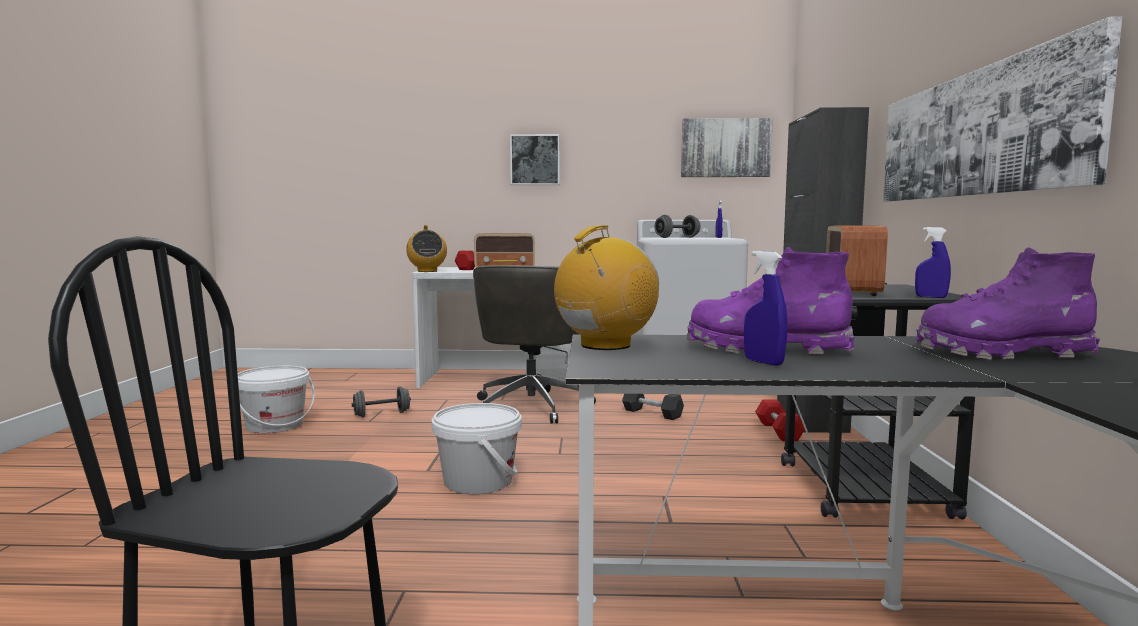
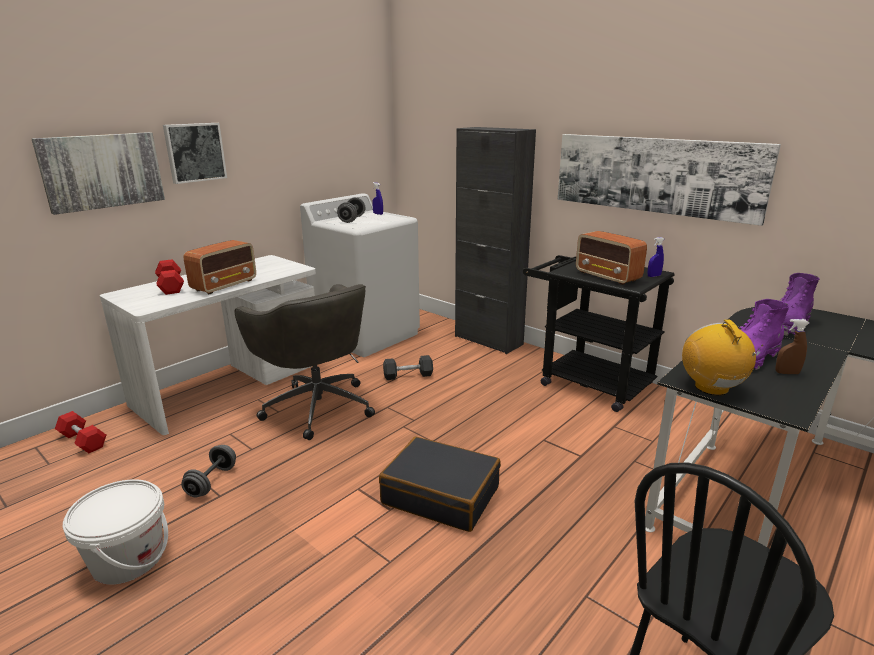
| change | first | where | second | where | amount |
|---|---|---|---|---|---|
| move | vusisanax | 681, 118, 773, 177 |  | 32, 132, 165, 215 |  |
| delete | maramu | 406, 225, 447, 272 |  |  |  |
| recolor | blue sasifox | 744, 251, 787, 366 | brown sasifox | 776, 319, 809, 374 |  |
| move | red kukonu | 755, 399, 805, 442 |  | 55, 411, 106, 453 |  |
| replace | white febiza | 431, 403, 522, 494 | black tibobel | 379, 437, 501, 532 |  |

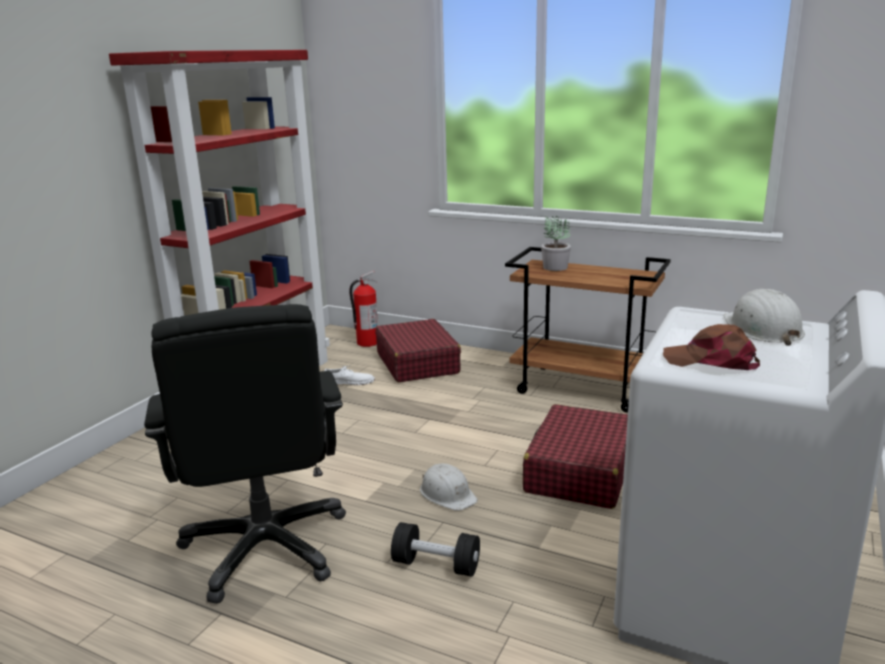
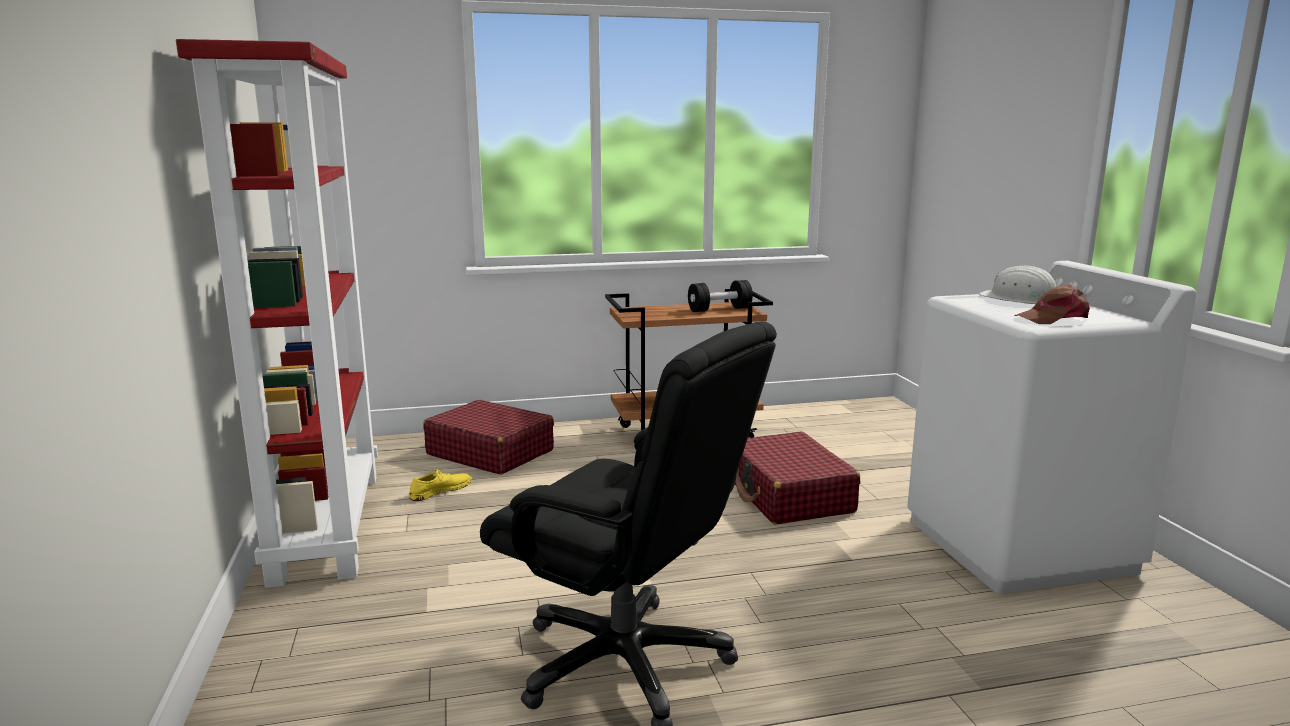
| change | first | where | second | where | amount |
|---|---|---|---|---|---|
| delete | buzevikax | 541, 216, 571, 271 |  |  |  |
| delete | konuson | 349, 271, 378, 347 |  |  |  |
| recolor | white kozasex | 324, 366, 375, 385 | yellow kozasex | 409, 468, 472, 501 |  |
| delete | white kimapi | 420, 463, 478, 511 |  |  |  |
| move | black kukonu | 391, 522, 480, 577 |  | 688, 280, 753, 312 |  |

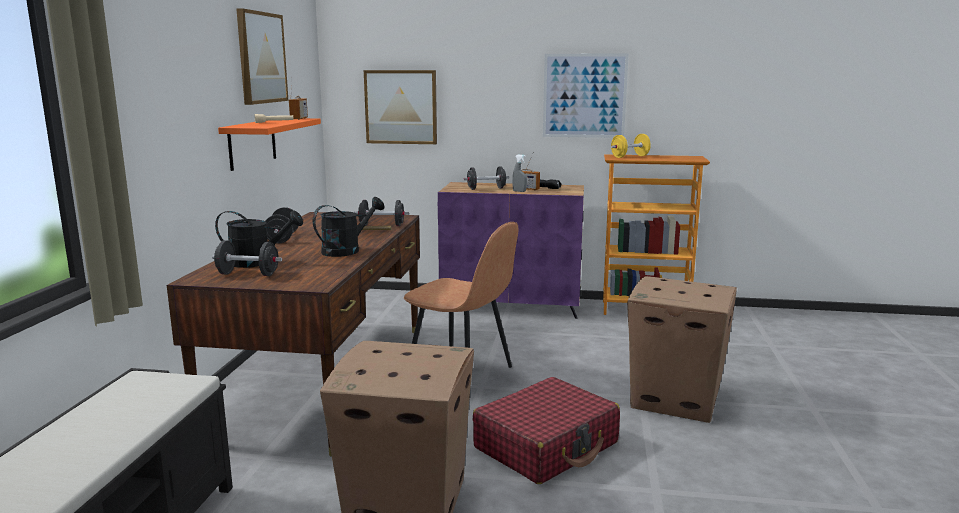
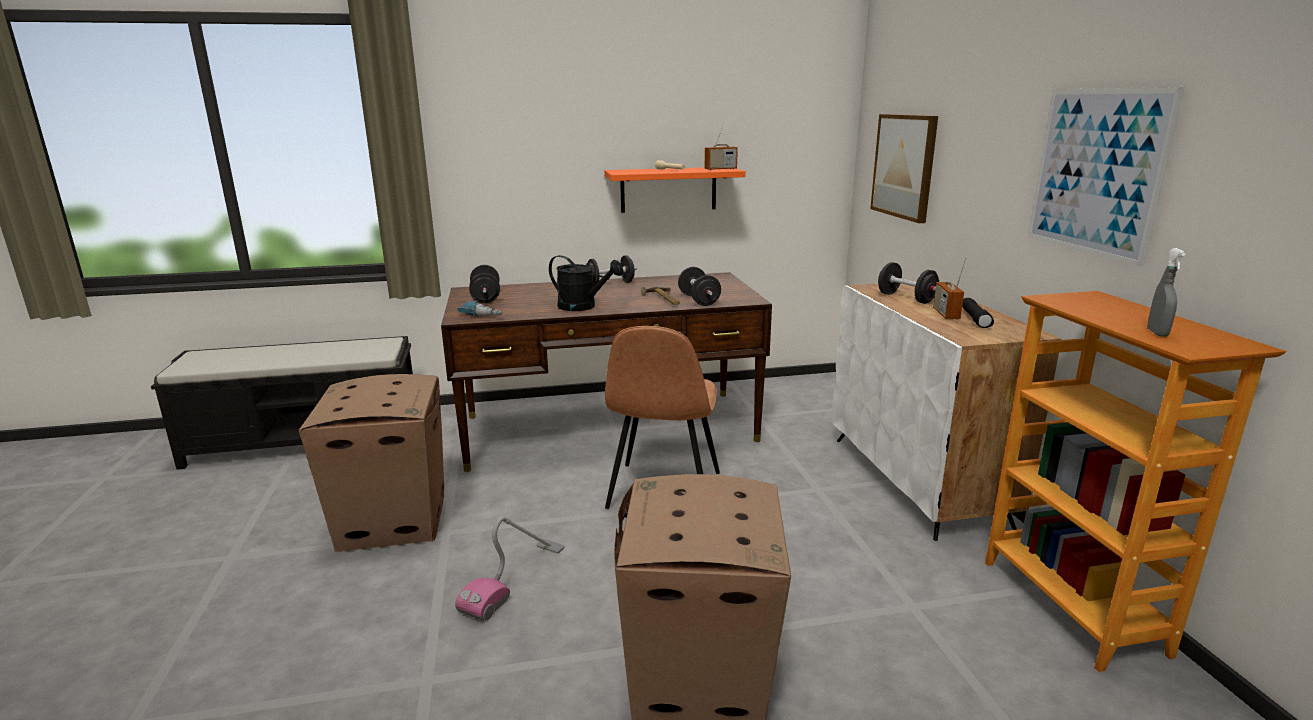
| change | first | where | second | where | amount |
|---|---|---|---|---|---|
| delete | vusisanax | 236, 8, 289, 105 |  |  |  |
| delete | yellow kukonu | 611, 134, 651, 158 |  |  |  |
| move | grey sasifox | 512, 155, 527, 192 |  | 1147, 248, 1185, 337 |  |
| recolor | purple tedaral | 438, 182, 584, 319 | white tedaral | 832, 281, 1061, 541 |  |
| delete | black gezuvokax | 215, 210, 303, 268 |  |  |  |
| replace | red tibobel | 473, 377, 620, 484 | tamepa | 455, 516, 564, 621 |  |
| insert |  |  | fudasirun | 457, 301, 503, 316 |  |

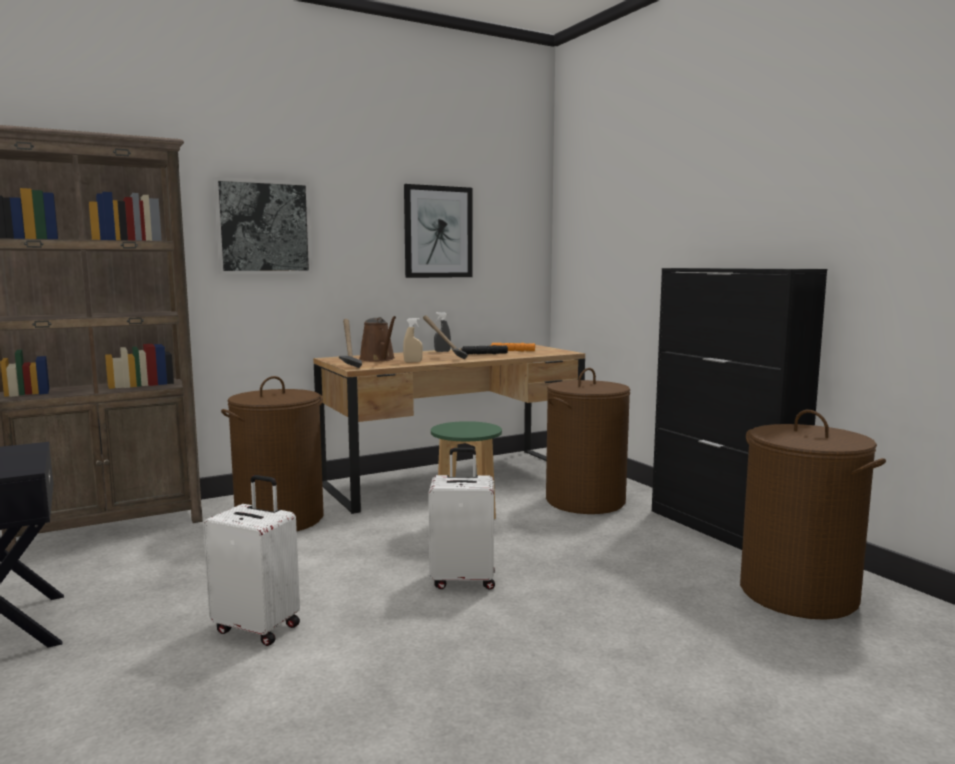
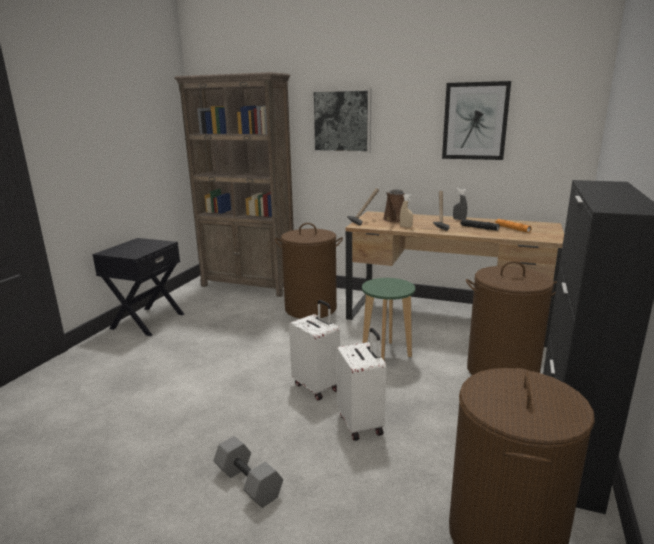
| change | first | where | second | where | amount |
|---|---|---|---|---|---|
| move | white tibobel | 203, 475, 300, 646 |  | 336, 328, 386, 441 |  |
| insert |  |  | grey kukonu | 213, 436, 283, 508 |  |

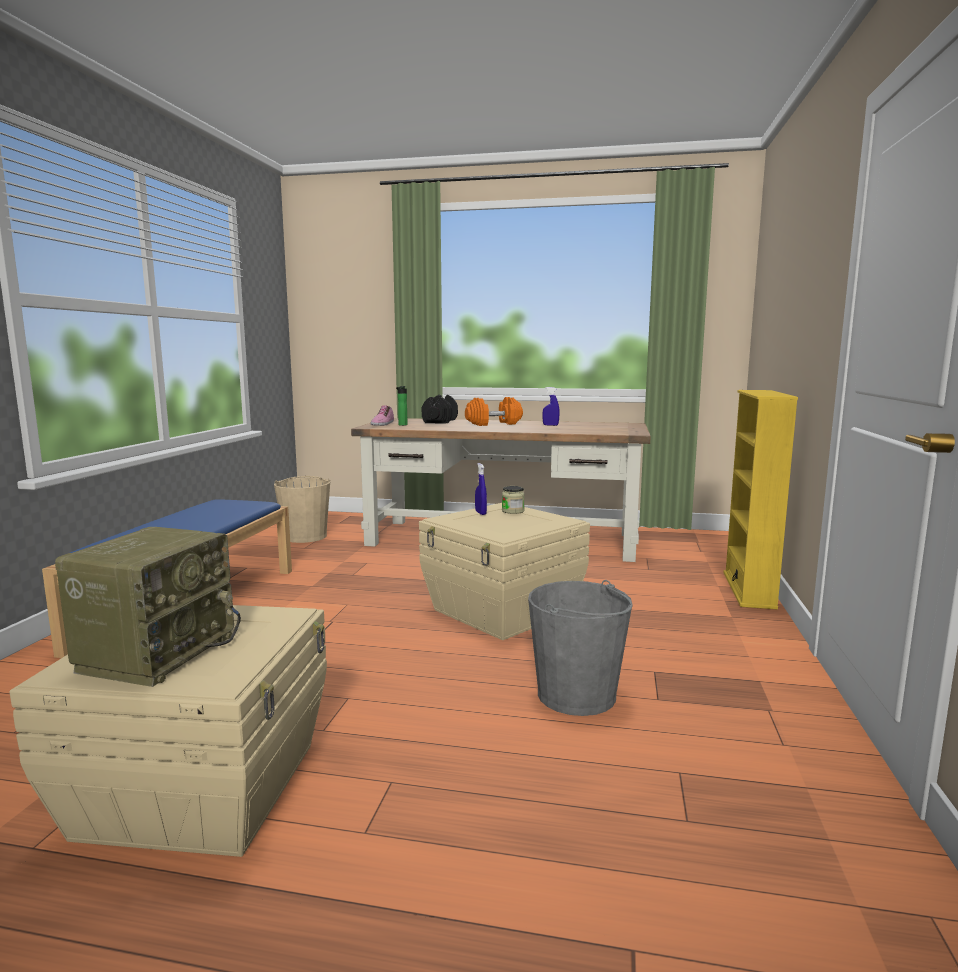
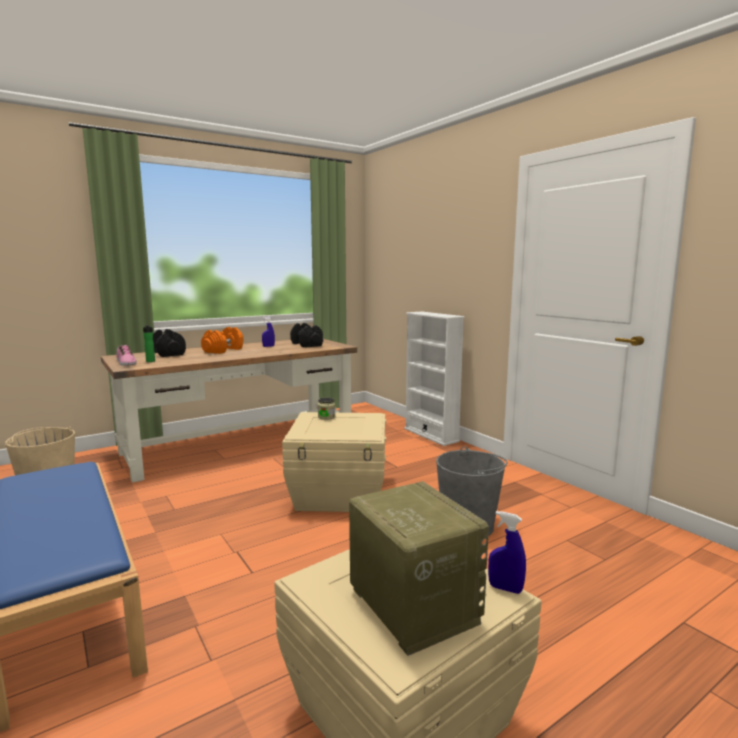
| change | first | where | second | where | amount |
|---|---|---|---|---|---|
| recolor | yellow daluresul | 723, 390, 798, 609 | white daluresul | 404, 311, 465, 446 |  |
| move | blue sasifox | 475, 463, 487, 515 |  | 488, 511, 526, 594 |  |
| insert |  |  | black kukonu | 290, 323, 323, 347 |  |

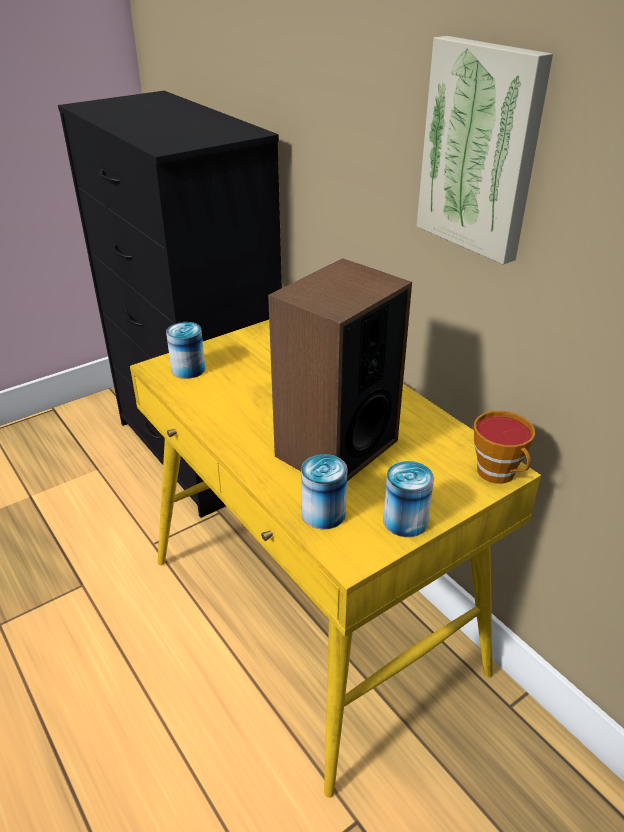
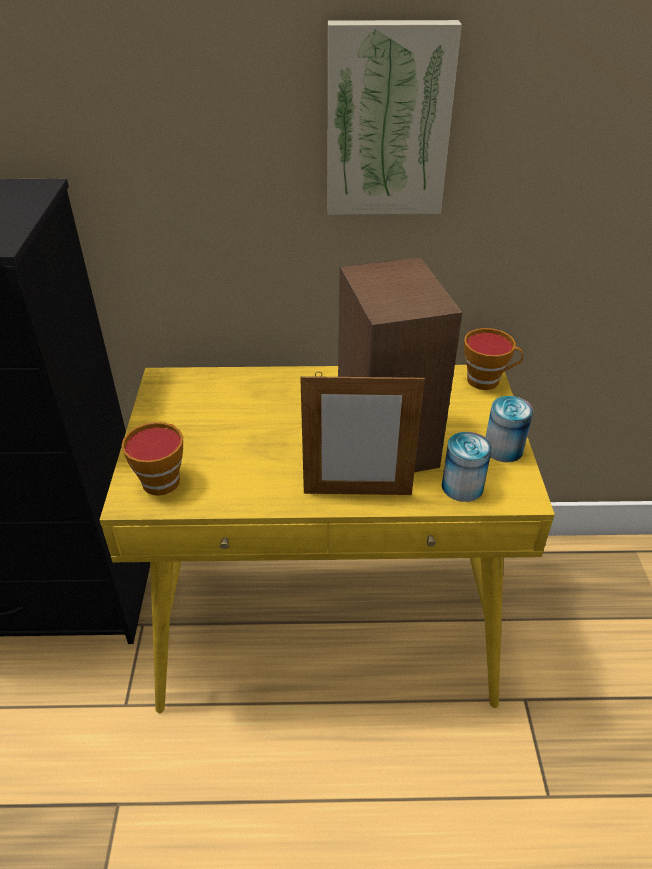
| change | first | where | second | where | amount |
|---|---|---|---|---|---|
| replace | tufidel | 166, 322, 205, 379 | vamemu | 121, 422, 183, 496 |  |
| insert |  |  | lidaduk | 300, 372, 425, 495 |  |

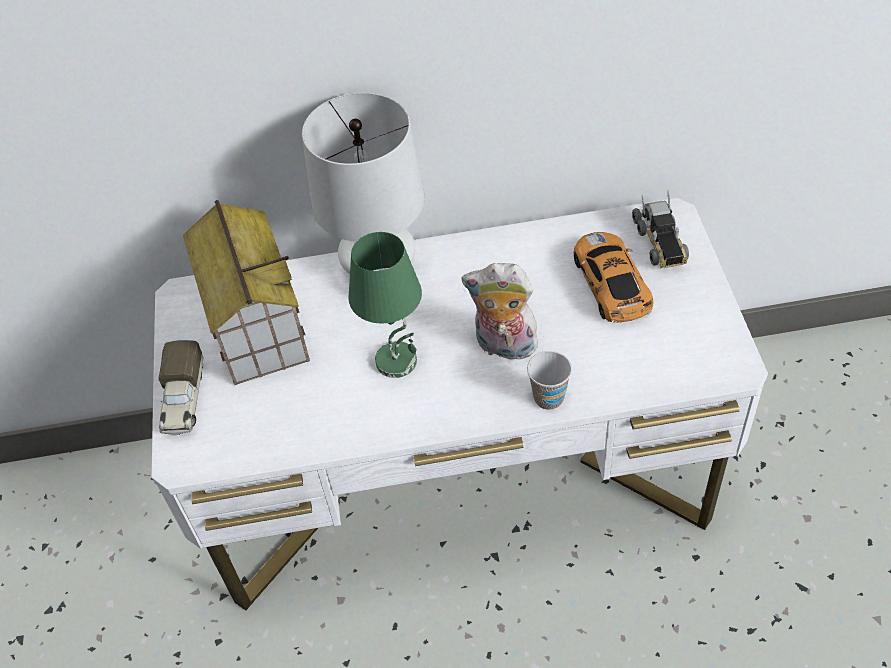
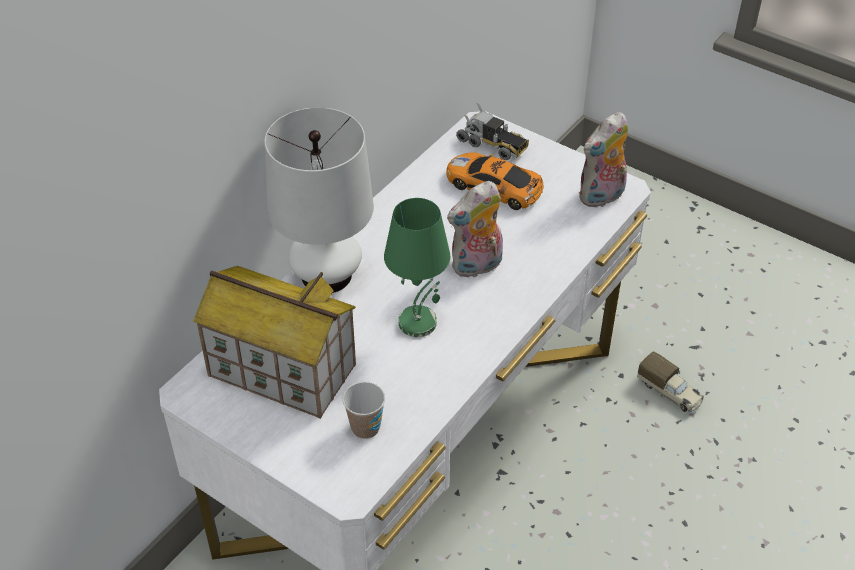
| change | first | where | second | where | amount |
|---|---|---|---|---|---|
| move | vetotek | 158, 340, 204, 435 |  | 637, 351, 704, 412 |  |
| move | vamemu | 527, 351, 572, 410 |  | 343, 382, 385, 439 |  |
| insert |  |  | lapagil | 579, 112, 628, 208 |  |

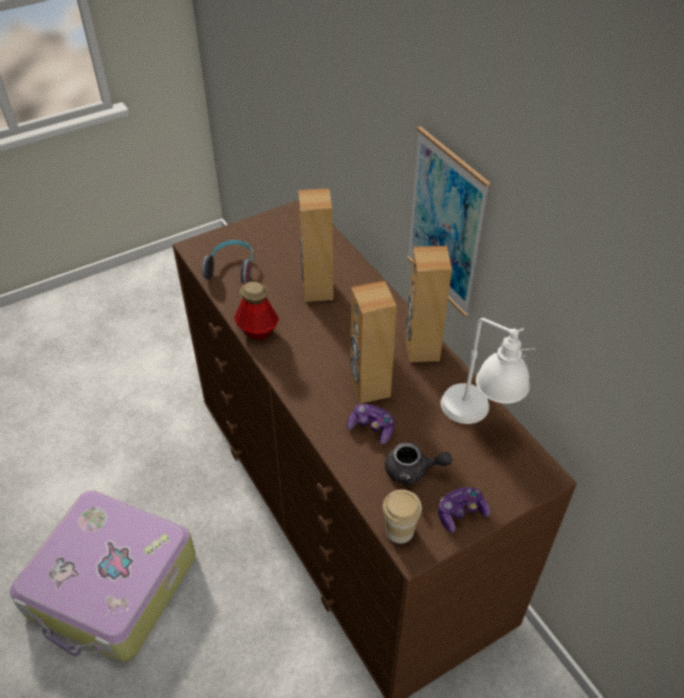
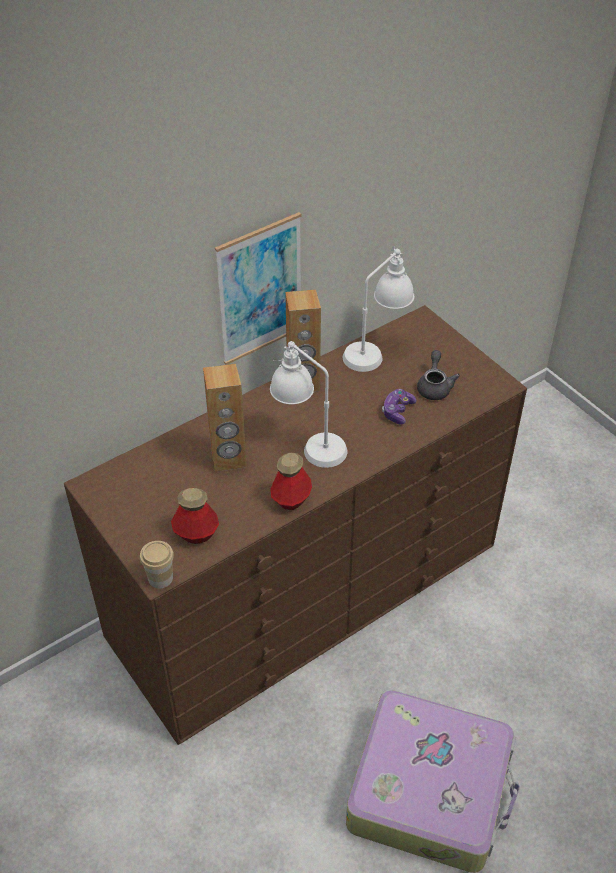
| change | first | where | second | where | amount |
|---|---|---|---|---|---|
| replace | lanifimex | 202, 240, 253, 284 | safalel | 171, 488, 219, 544 |  |
| delete | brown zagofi | 350, 281, 397, 404 |  |  |  |
| delete | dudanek | 438, 487, 490, 532 |  |  |  |
| move | vamemu | 382, 489, 422, 544 |  | 140, 541, 174, 589 |  |
| insert |  |  | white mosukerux | 270, 341, 347, 468 |  |

